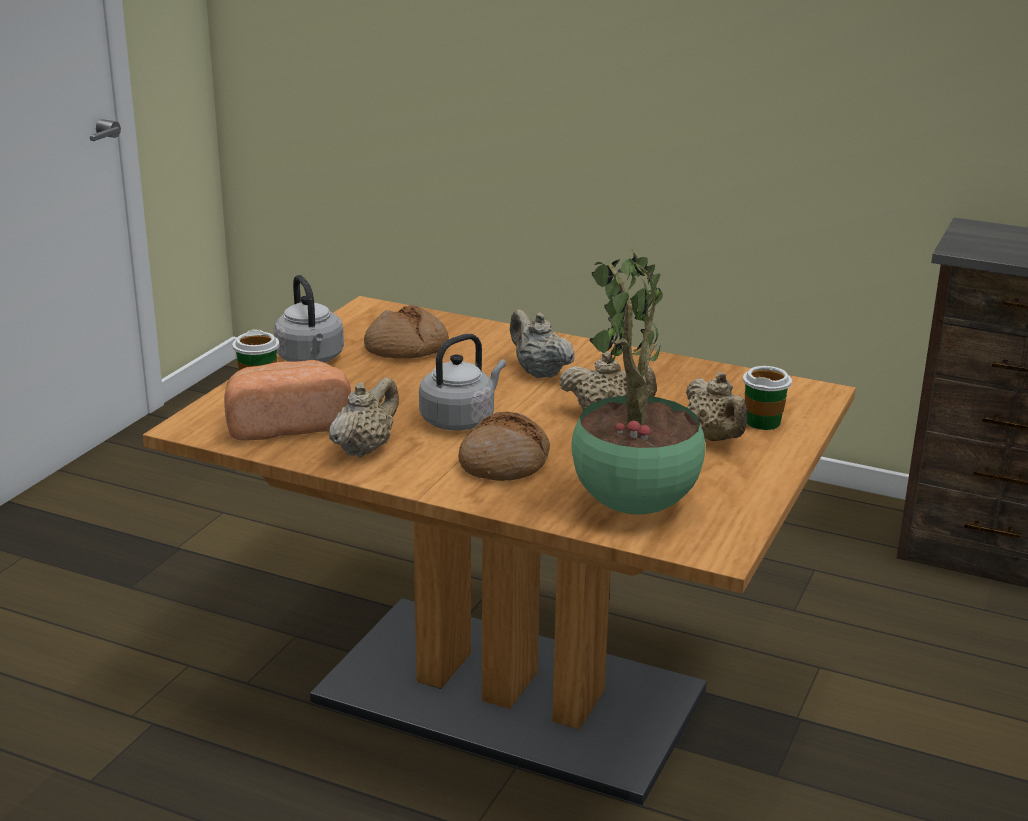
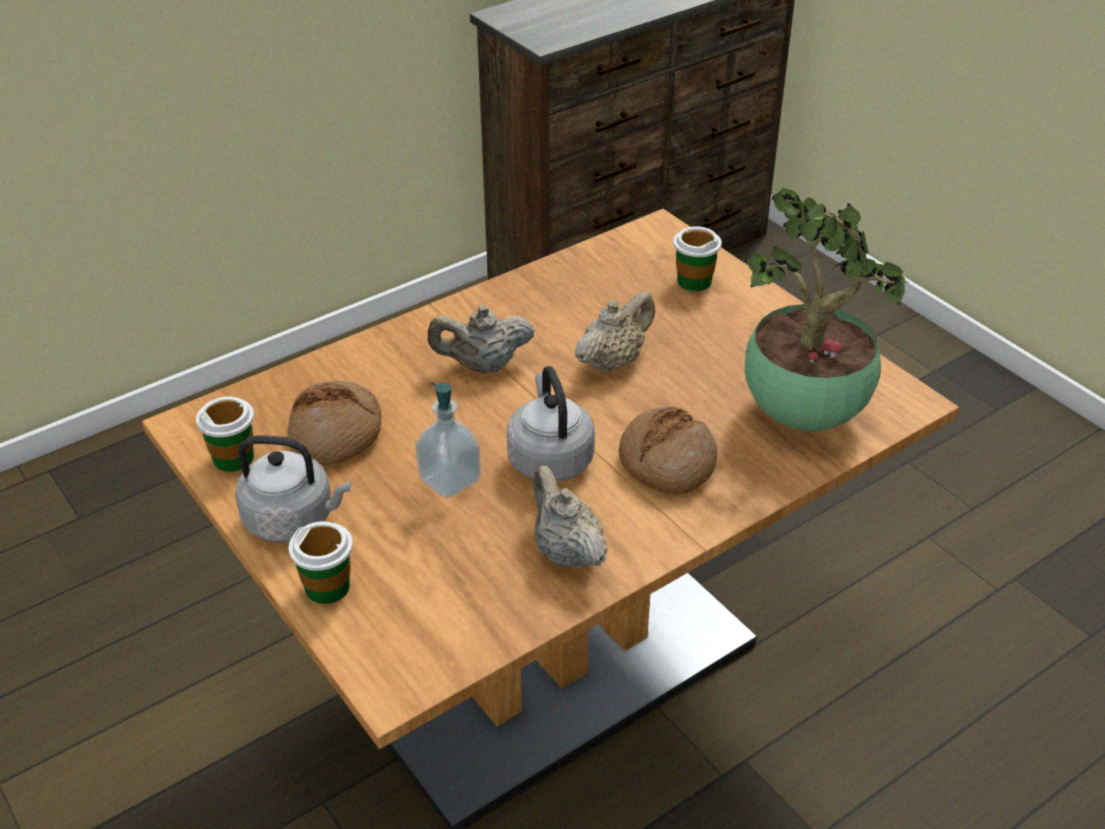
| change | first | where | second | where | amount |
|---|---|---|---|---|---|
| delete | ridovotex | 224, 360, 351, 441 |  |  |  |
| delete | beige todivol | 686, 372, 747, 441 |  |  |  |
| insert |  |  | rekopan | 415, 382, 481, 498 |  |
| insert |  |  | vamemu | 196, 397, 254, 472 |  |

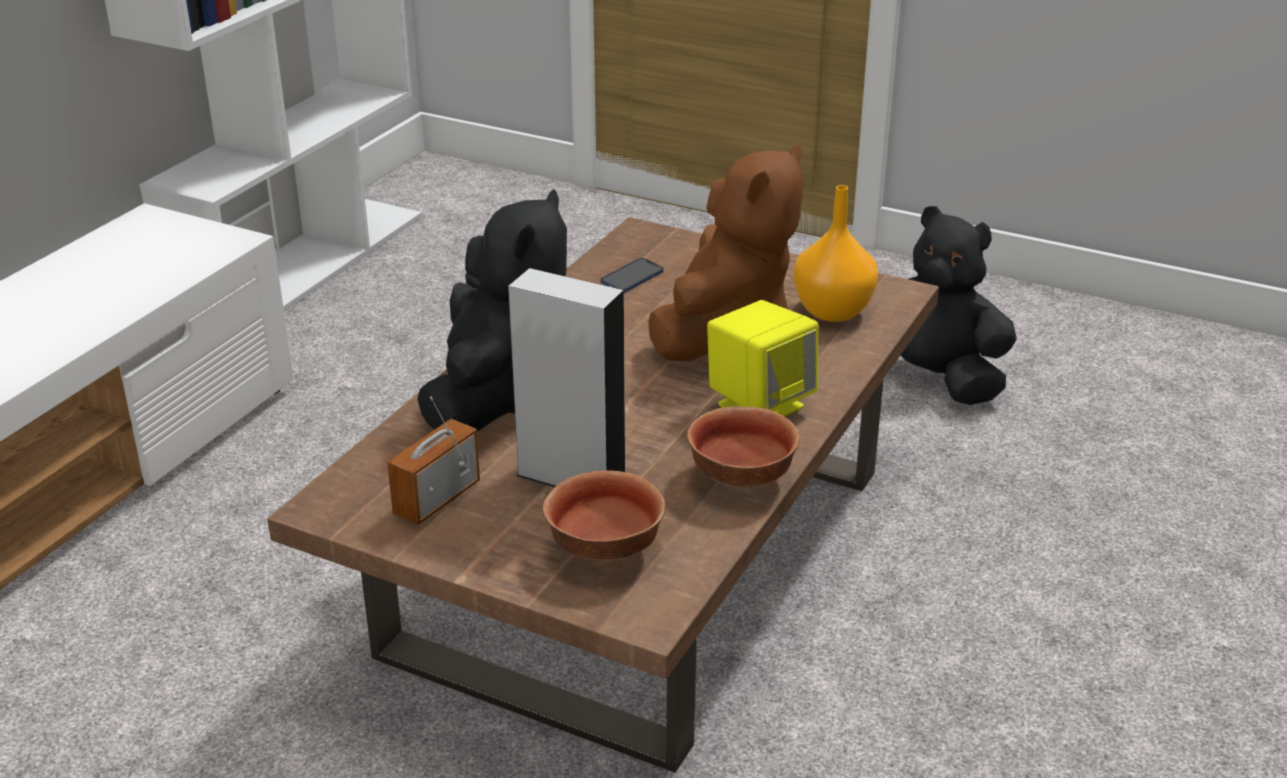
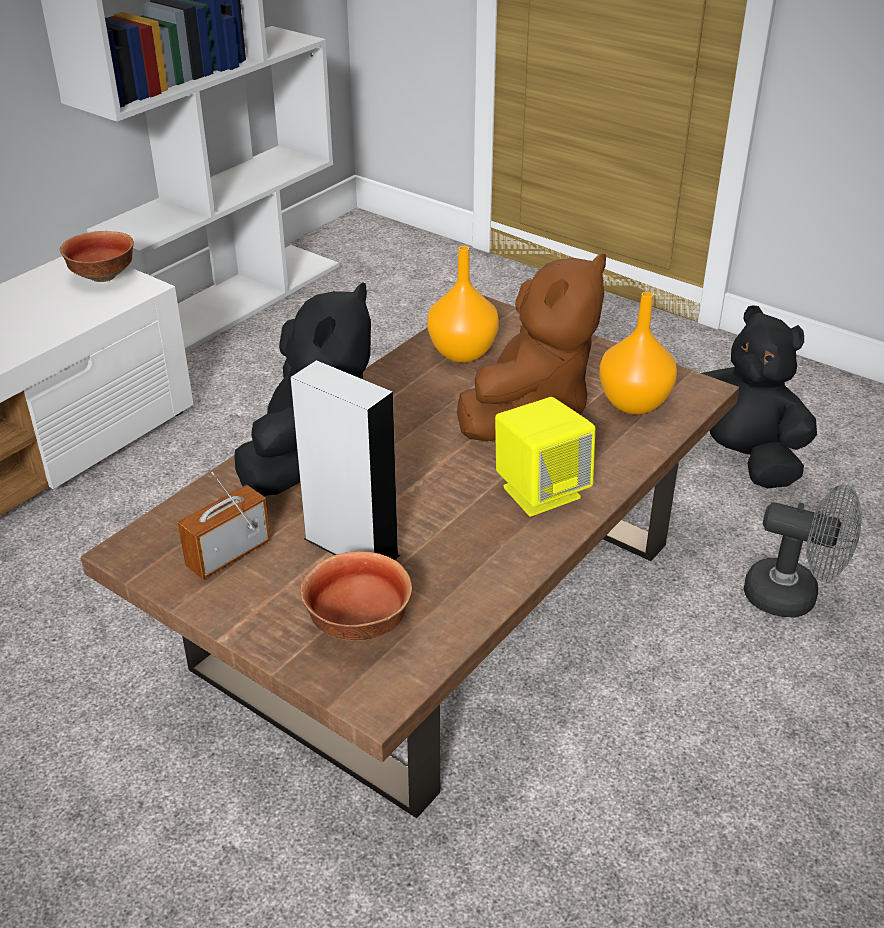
| change | first | where | second | where | amount |
|---|---|---|---|---|---|
| replace | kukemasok | 601, 258, 664, 293 | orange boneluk | 427, 246, 499, 362 |  |
| move | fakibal | 687, 406, 799, 490 |  | 60, 231, 134, 282 |  |
| insert |  |  | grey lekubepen | 744, 485, 862, 618 |  |

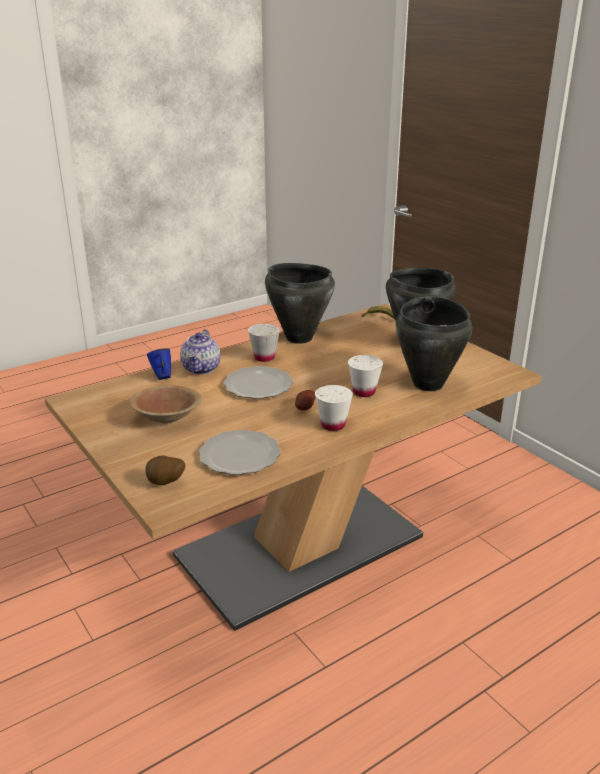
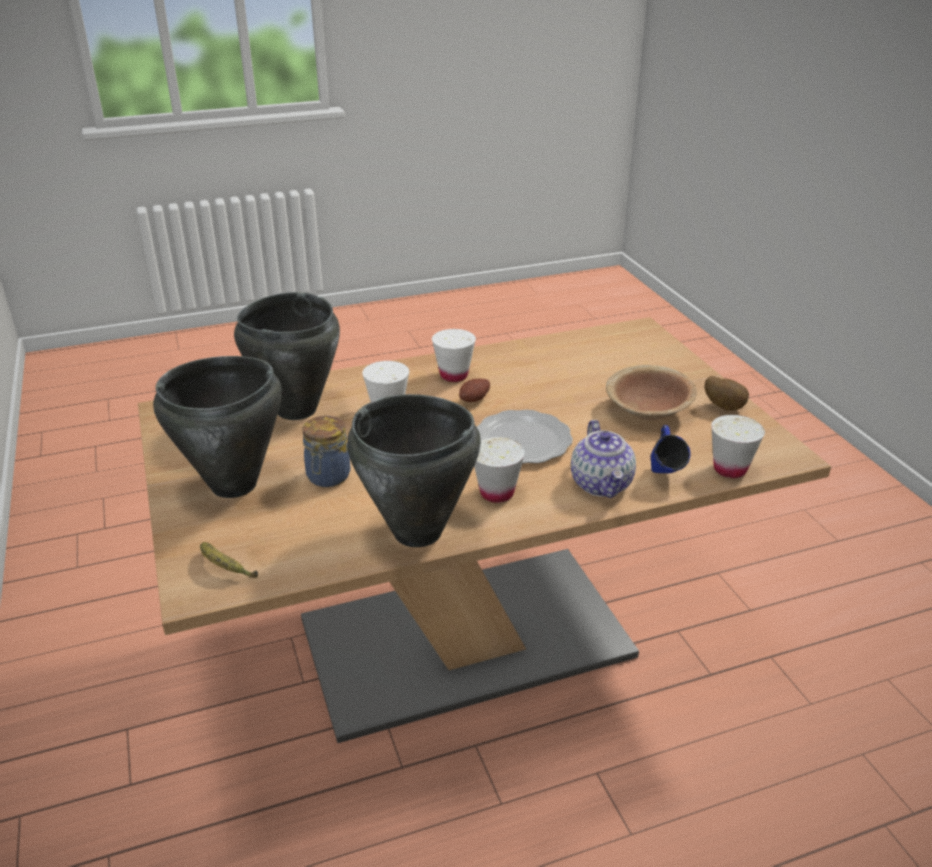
| change | first | where | second | where | amount |
|---|---|---|---|---|---|
| rotate | todivol | 180, 329, 221, 374 |  | 571, 420, 636, 498 | 150 degrees clockwise |
| delete | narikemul | 199, 430, 281, 475 |  |  |  |
| move | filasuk | 145, 456, 185, 485 |  | 705, 376, 749, 411 |  |
| insert |  |  | white vamemu | 711, 415, 765, 478 |  |
| insert |  |  | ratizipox | 302, 416, 350, 487 |  |

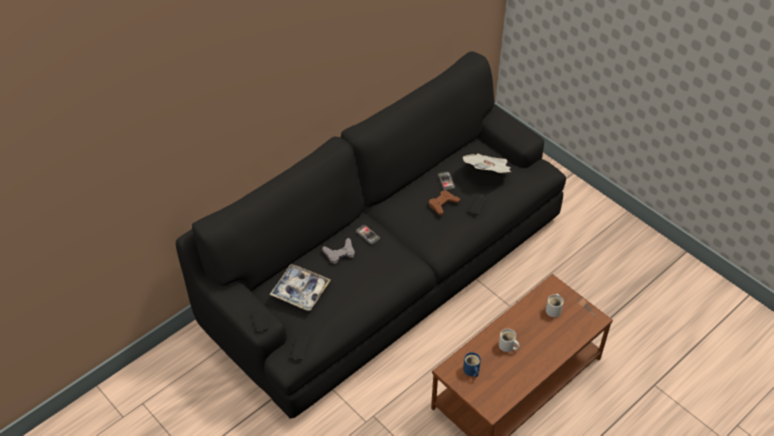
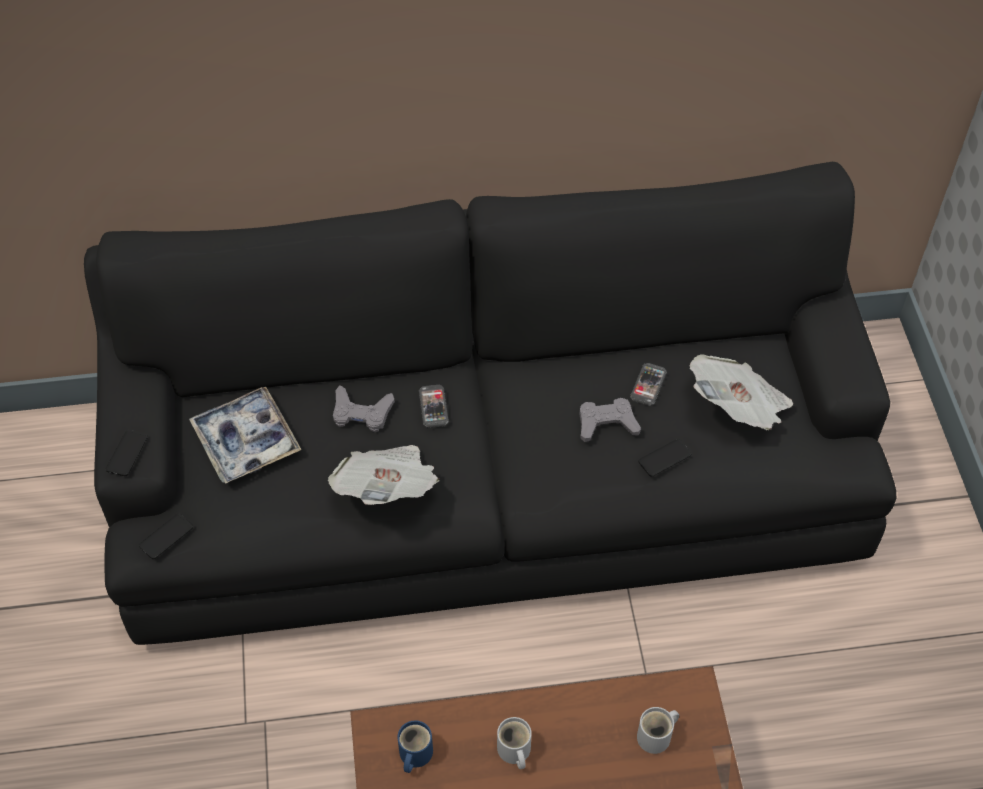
| change | first | where | second | where | amount |
|---|---|---|---|---|---|
| recolor | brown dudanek | 429, 190, 460, 215 | grey dudanek | 579, 398, 641, 442 |  |
| insert |  |  | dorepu | 328, 445, 439, 505 |  |

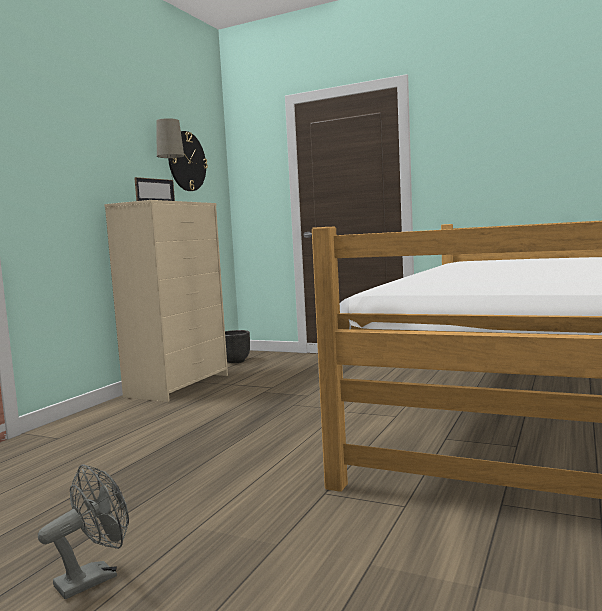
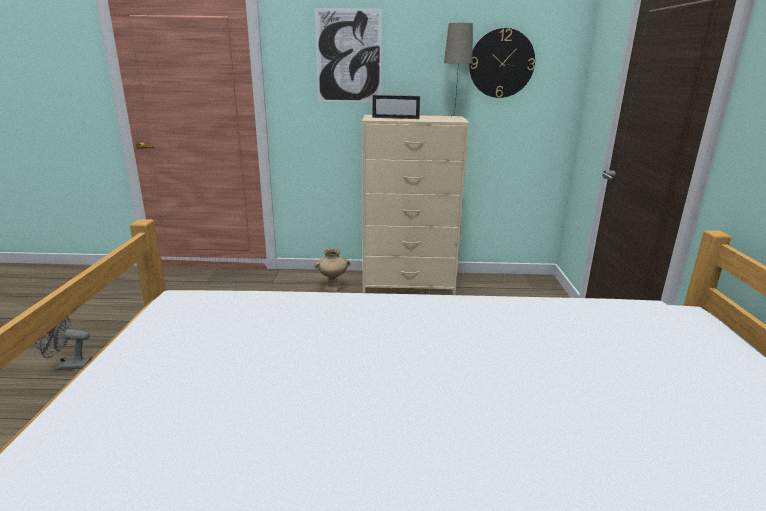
| change | first | where | second | where | amount |
|---|---|---|---|---|---|
| delete | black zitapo | 225, 330, 250, 363 |  |  |  |
| rotate | grey lekubepen | 38, 464, 129, 599 |  | 35, 317, 92, 371 | 150 degrees clockwise |
| insert |  |  | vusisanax | 315, 8, 382, 102 |  |
| insert |  |  | beige boneluk | 314, 249, 350, 291 |  |

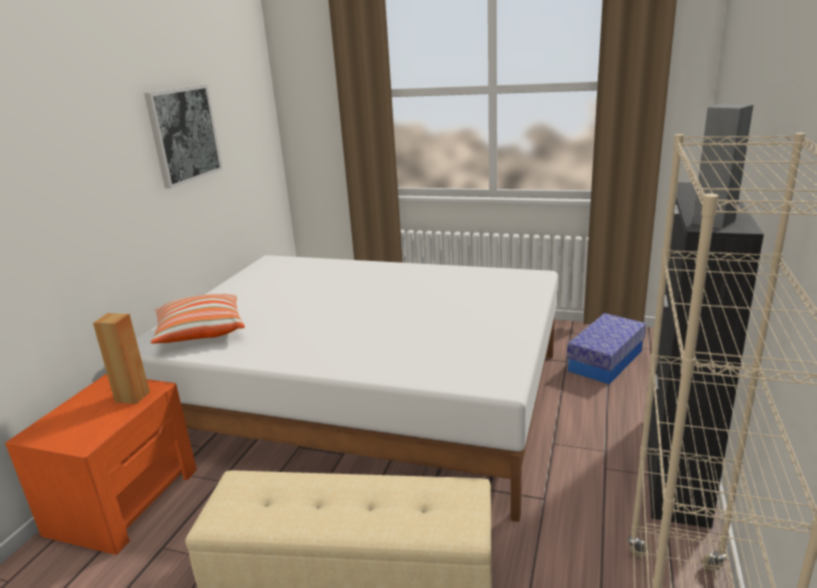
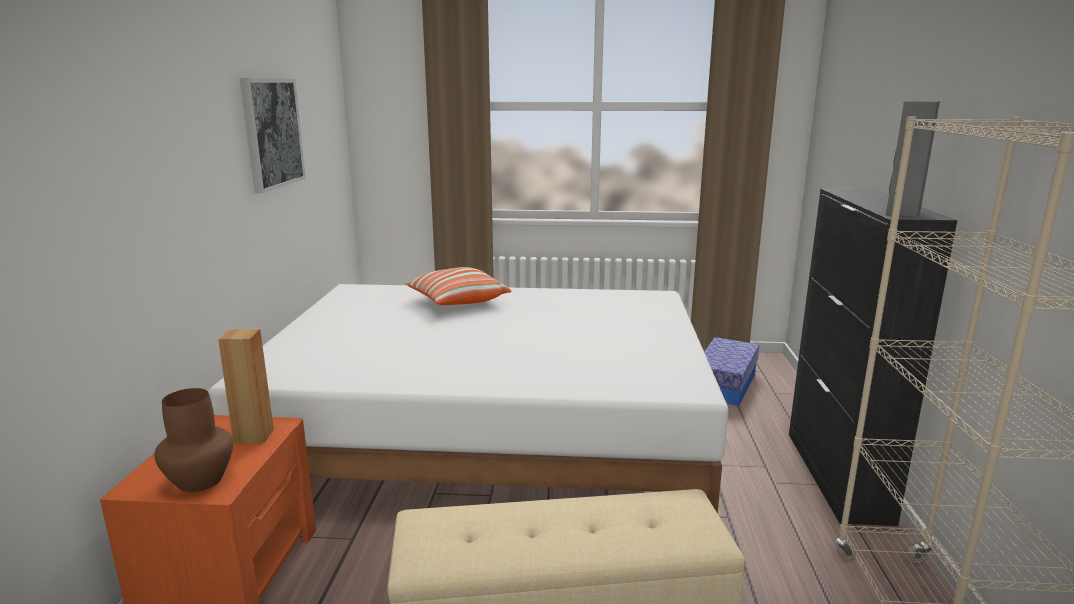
| change | first | where | second | where | amount |
|---|---|---|---|---|---|
| move | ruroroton | 151, 294, 245, 344 |  | 405, 267, 511, 305 |  |
| insert |  |  | brown boneluk | 154, 388, 233, 492 |  |

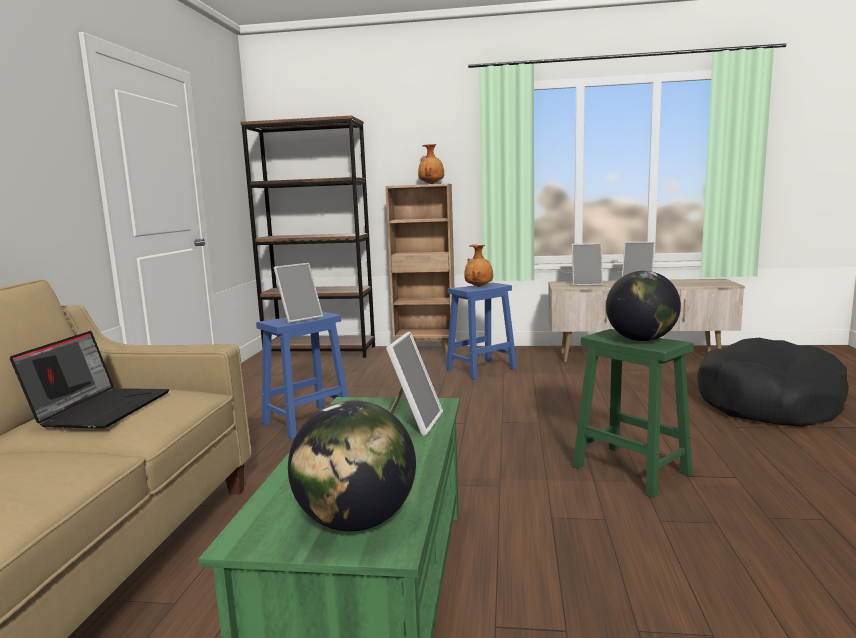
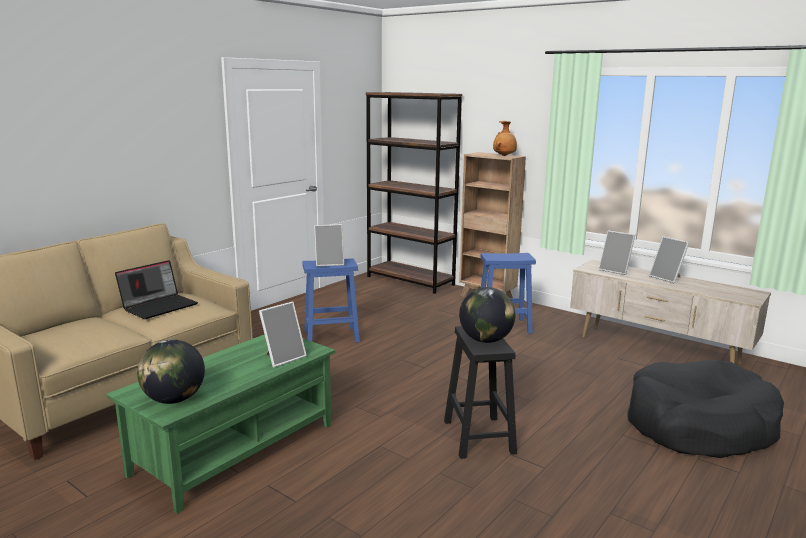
| change | first | where | second | where | amount |
|---|---|---|---|---|---|
| delete | brown boneluk | 464, 244, 493, 287 |  |  |  |
| recolor | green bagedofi | 573, 329, 694, 498 | black bagedofi | 444, 326, 517, 459 |  |

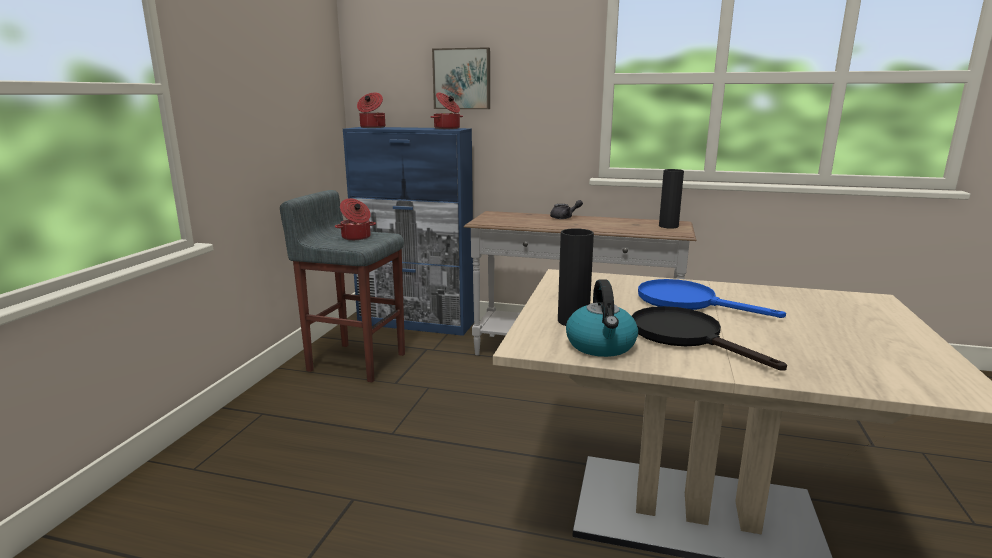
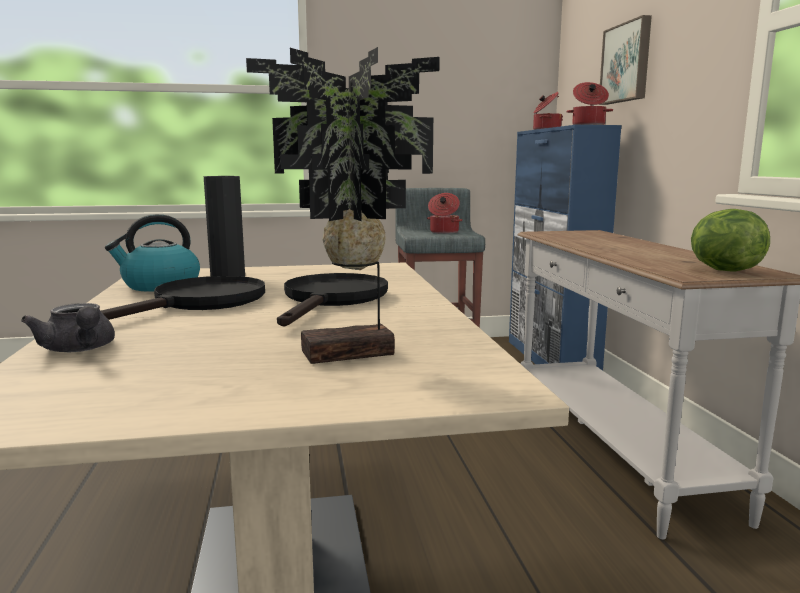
| change | first | where | second | where | amount |
|---|---|---|---|---|---|
| replace | black boneluk | 659, 169, 684, 229 | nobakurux | 691, 209, 770, 272 |  |
| move | grey todivol | 550, 200, 583, 219 |  | 21, 303, 115, 352 |  |
| recolor | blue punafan | 638, 279, 786, 318 | black punafan | 277, 273, 388, 327 |  |
| insert |  |  | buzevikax | 246, 47, 440, 364 |  |

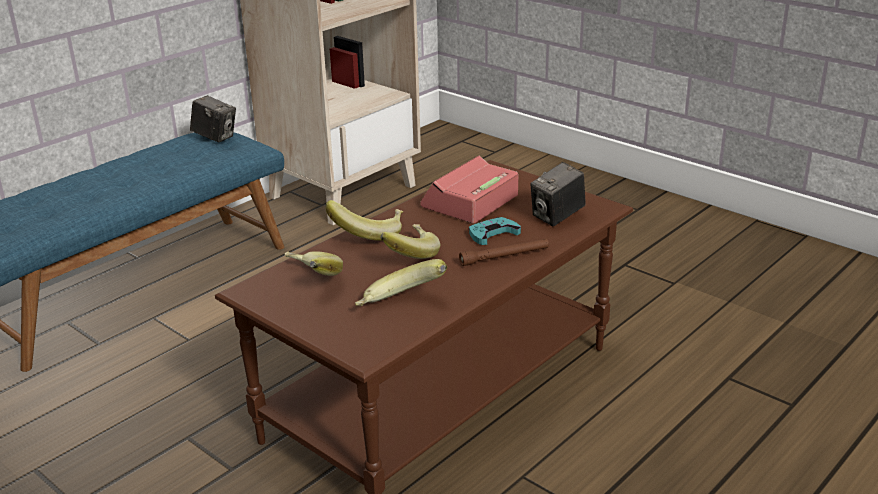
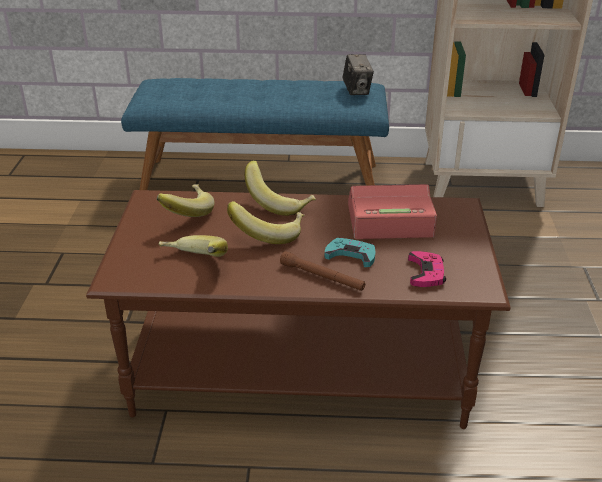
| change | first | where | second | where | amount |
|---|---|---|---|---|---|
| replace | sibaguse | 530, 162, 586, 226 | pink dudanek | 408, 251, 446, 287 |  |

